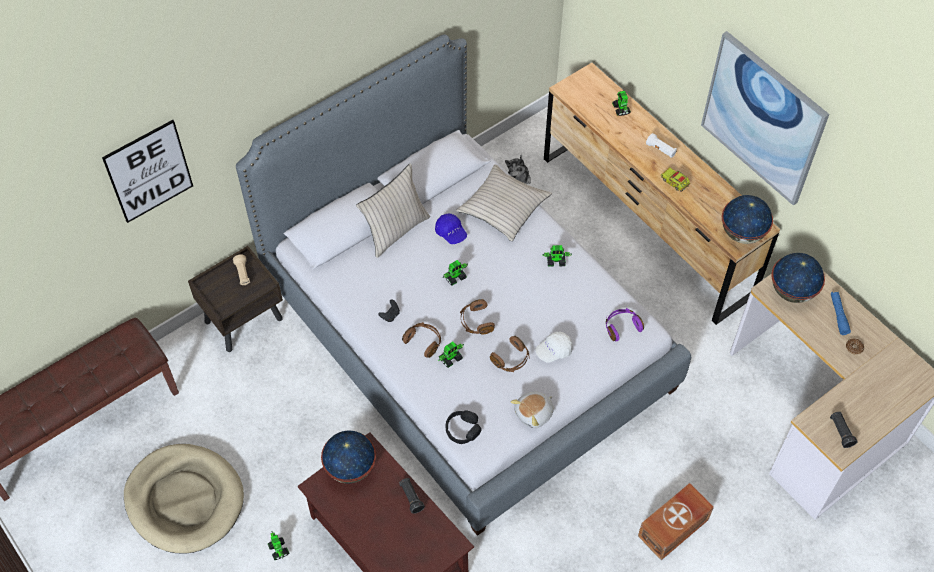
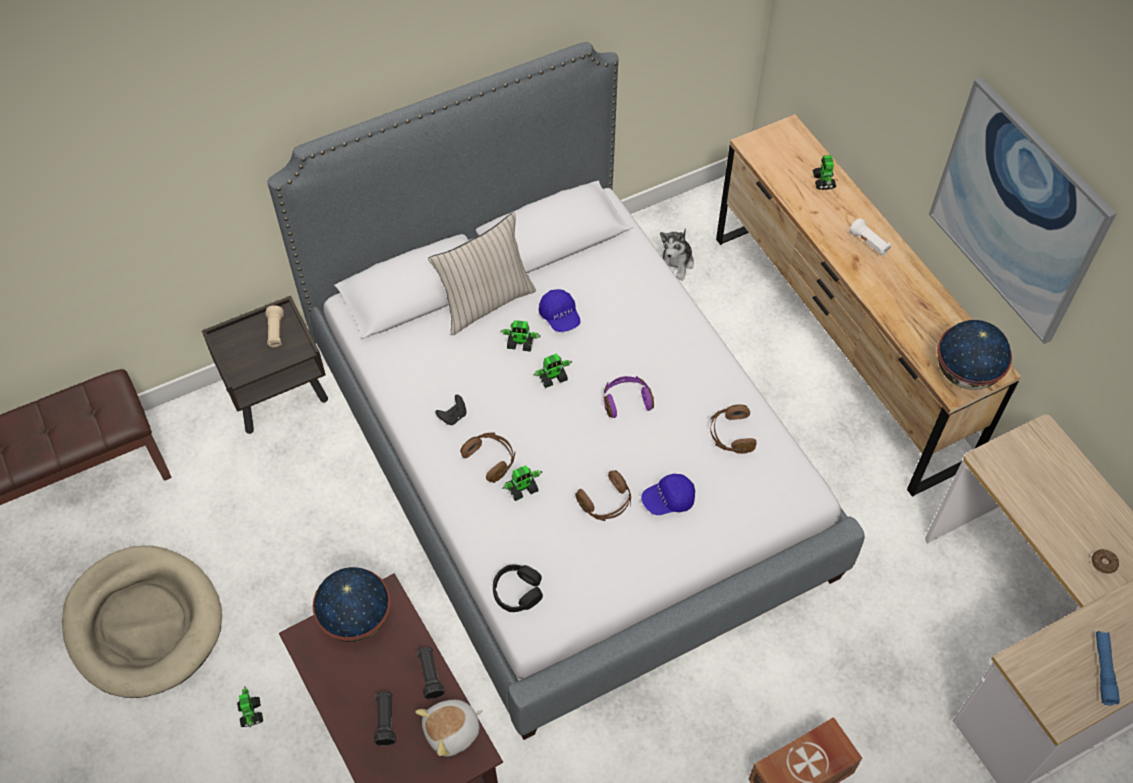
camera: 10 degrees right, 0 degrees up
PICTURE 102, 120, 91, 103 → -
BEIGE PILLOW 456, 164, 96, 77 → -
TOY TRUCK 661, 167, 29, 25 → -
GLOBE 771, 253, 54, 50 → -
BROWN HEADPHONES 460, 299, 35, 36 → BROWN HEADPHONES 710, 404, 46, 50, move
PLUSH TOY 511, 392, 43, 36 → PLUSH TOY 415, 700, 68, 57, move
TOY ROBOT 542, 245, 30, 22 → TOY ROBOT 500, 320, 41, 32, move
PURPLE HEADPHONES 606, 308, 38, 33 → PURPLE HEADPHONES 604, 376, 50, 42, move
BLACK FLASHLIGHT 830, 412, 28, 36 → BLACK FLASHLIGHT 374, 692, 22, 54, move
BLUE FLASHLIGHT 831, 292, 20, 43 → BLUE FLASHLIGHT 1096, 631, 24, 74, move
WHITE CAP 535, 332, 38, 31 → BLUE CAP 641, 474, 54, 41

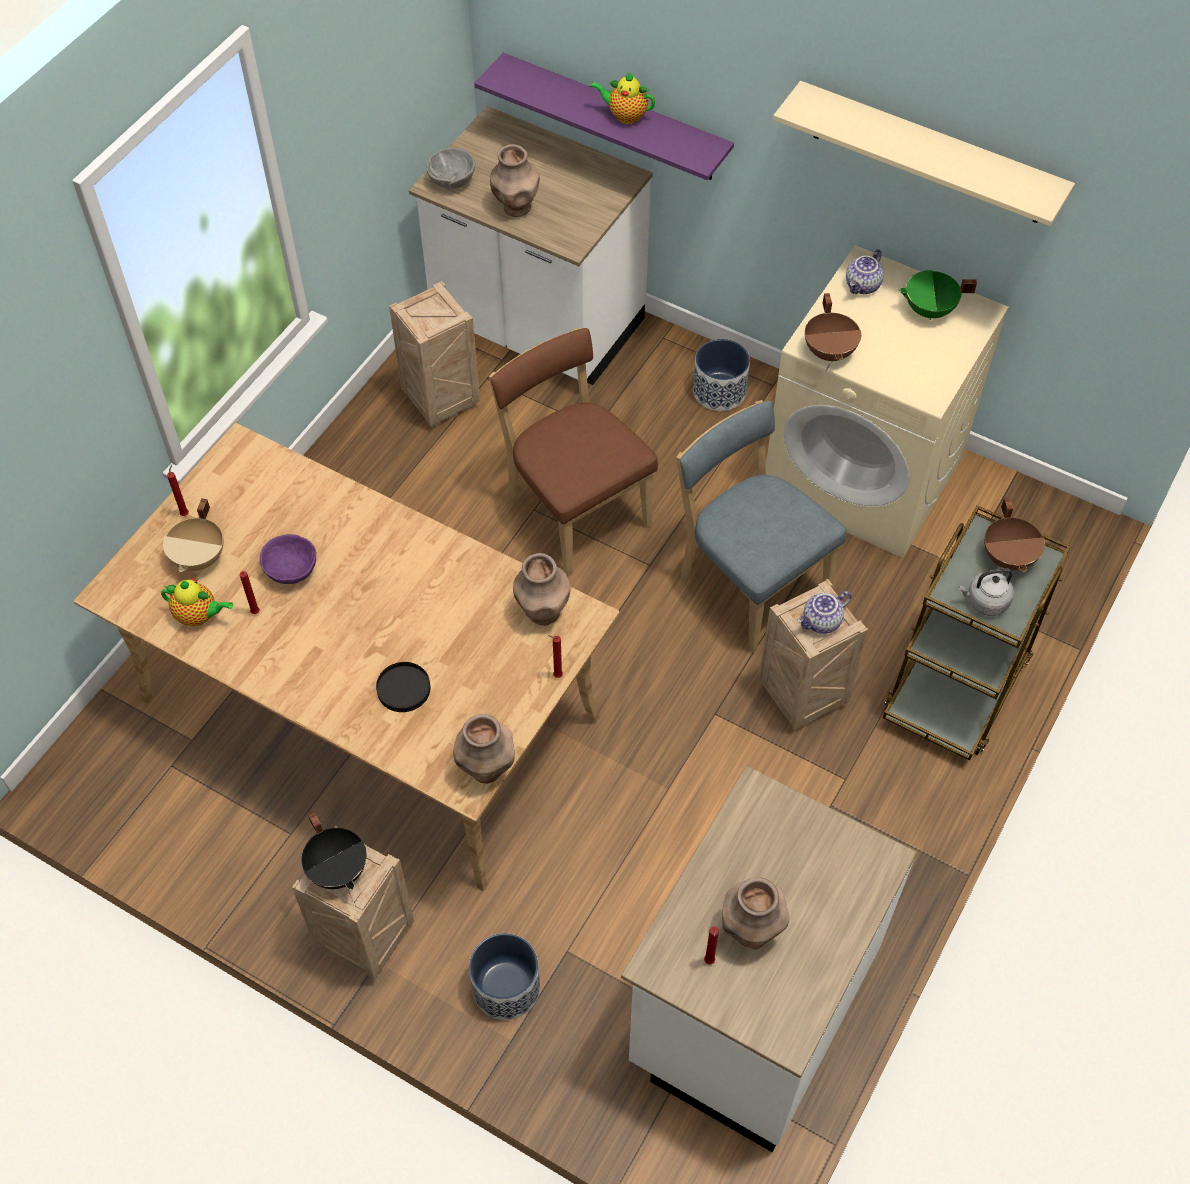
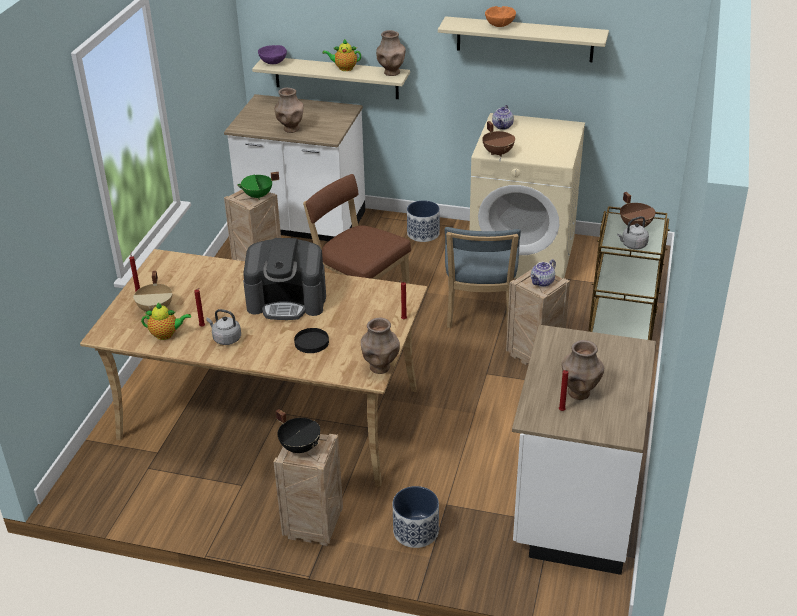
camera: 15 degrees left, 20 degrees down
GREY BOWL 427, 148, 48, 41 → -
- → GREY KETTLE 206, 309, 35, 36
- → COFFEE MACHINE 243, 238, 83, 82
- → ORANGE BOWL 485, 6, 31, 21
PURPLE BOWL 260, 534, 56, 50 → PURPLE BOWL 258, 45, 29, 19, move
BROWN VASE 513, 553, 58, 73 → BROWN VASE 376, 30, 30, 46, move
GREEN COOKING POT 899, 270, 78, 50 → GREEN COOKING POT 237, 172, 42, 28, move
PURPLE SHELF 474, 53, 260, 127 → BEIGE SHELF 252, 58, 158, 41
BLUE CHAIR 676, 400, 170, 253 → BLUE CHAIR 445, 227, 76, 101, 120 degrees counterclockwise

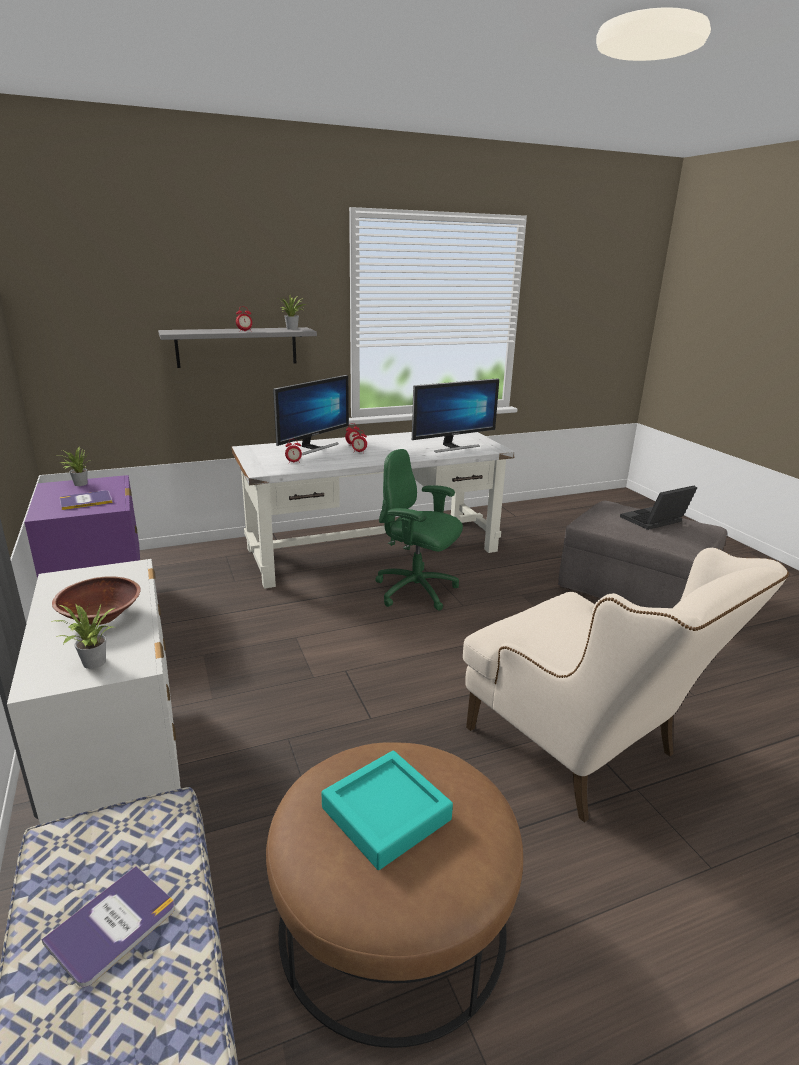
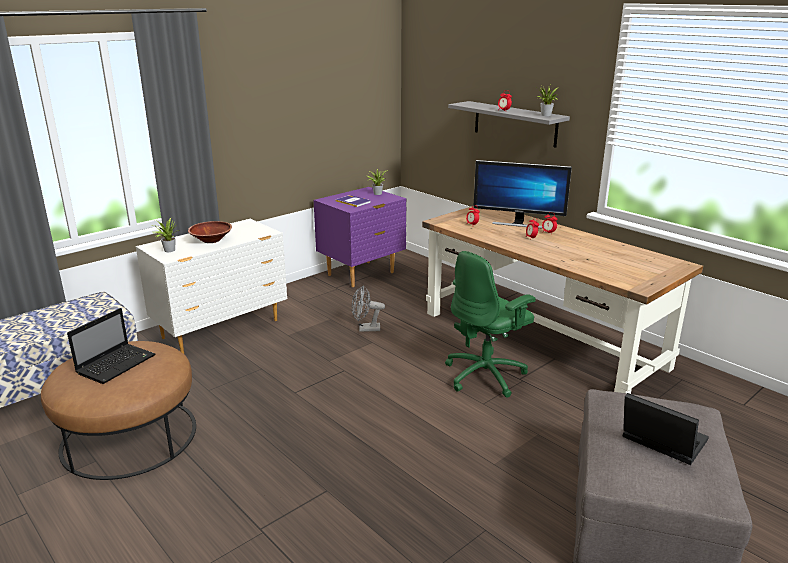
camera: 70 degrees right, 0 degrees up
BOOK 41, 866, 134, 121 → -
MONITOR 412, 378, 87, 75 → -
BEIGE ARMCHAIR 463, 547, 326, 276 → -
- → GREY FAN 352, 285, 33, 47
TURQUOISE TRAY 321, 750, 132, 120 → LAPTOP 67, 308, 88, 76
WHITE DESK 232, 432, 283, 157 → BROWN DESK 422, 206, 281, 188
GREEN OFFICE CHAIR 375, 449, 88, 162 → GREEN OFFICE CHAIR 445, 251, 91, 147, 135 degrees counterclockwise

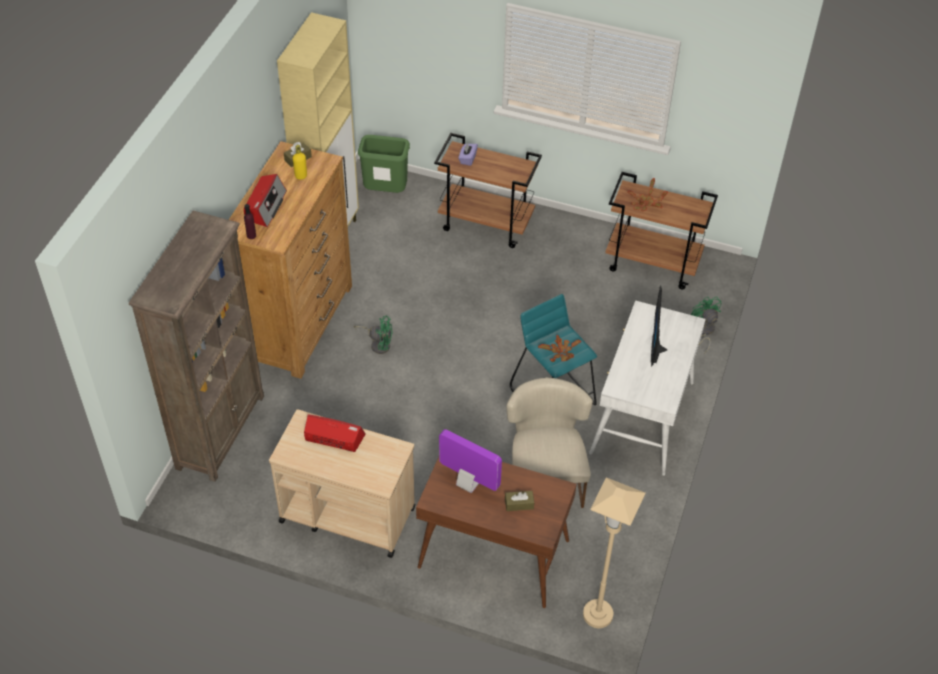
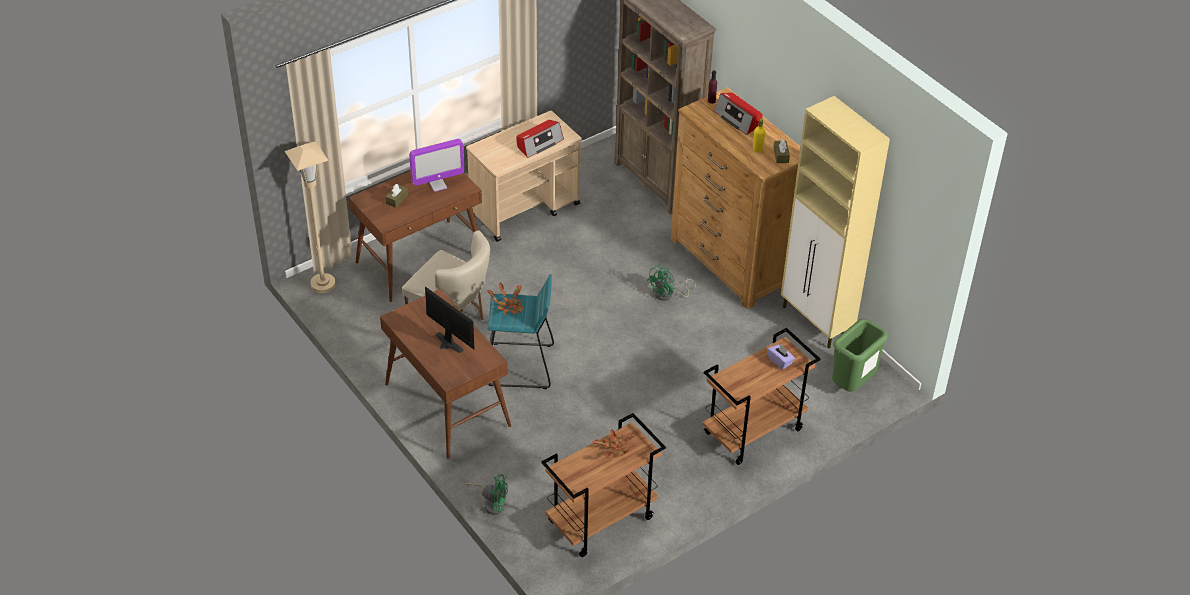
camera: 125 degrees right, 5 degrees down
WHITE DESK 589, 300, 117, 176 → BROWN DESK 380, 289, 131, 170

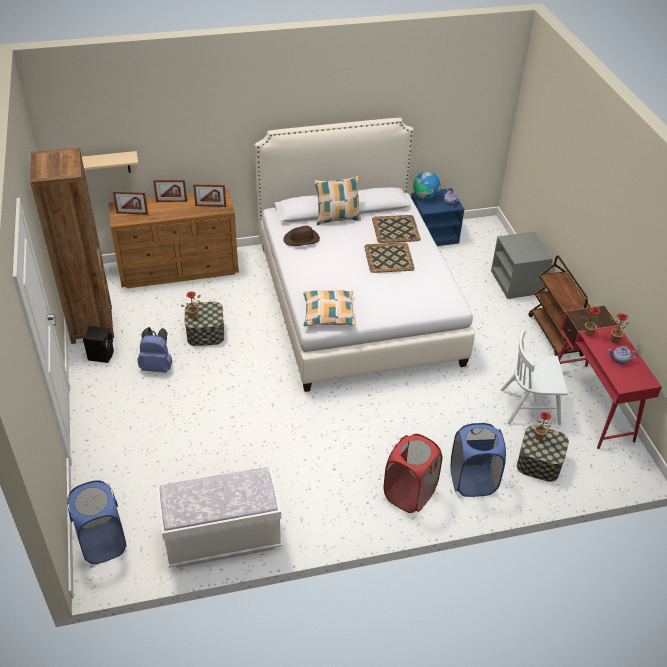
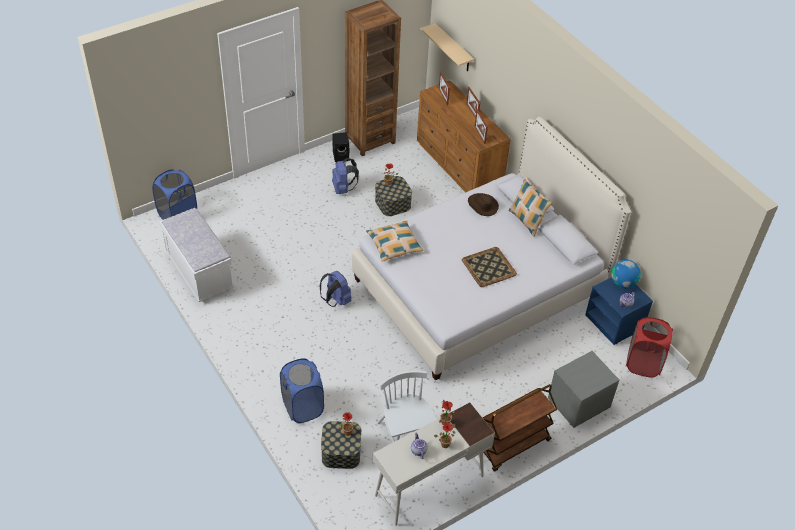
camera: 70 degrees right, 5 degrees up
TRAY 372, 215, 48, 28 → -
- → BLUE BACKPACK 319, 271, 33, 36
RED LAUNDRY BASKET 383, 434, 59, 79 → RED LAUNDRY BASKET 626, 317, 47, 61, move
RED DESK 558, 305, 104, 144 → WHITE DESK 373, 402, 122, 124

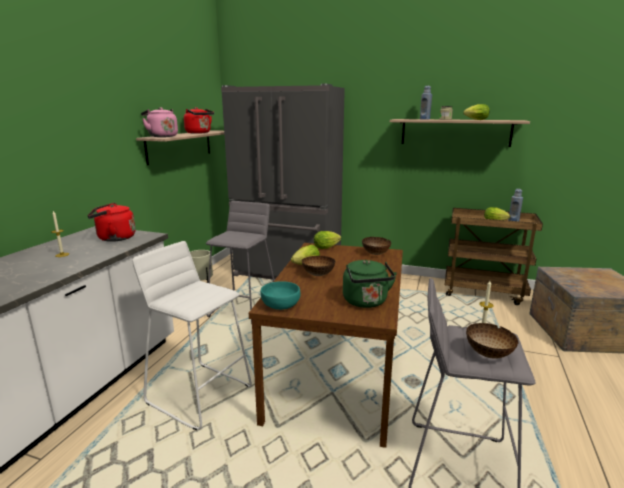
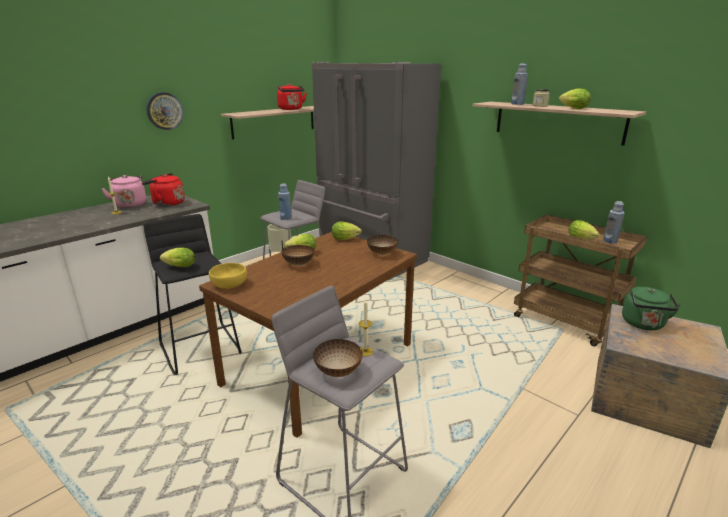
camera: 25 degrees right, 5 degrees up
- → WALL CLOCK 146, 92, 37, 38
- → LETTUCE 160, 248, 35, 19
- → BLUE BOTTLE 278, 184, 14, 36
PINK KETTLE 141, 107, 37, 30 → PINK KETTLE 101, 175, 45, 33, move
GREEN KETTLE 343, 260, 54, 48 → GREEN KETTLE 622, 287, 59, 43, move
WHITE STOOL 133, 241, 119, 189 → BLACK STOOL 143, 214, 99, 161
TURQUOISE BOWL 261, 281, 40, 29 → YELLOW BOWL 209, 263, 38, 26

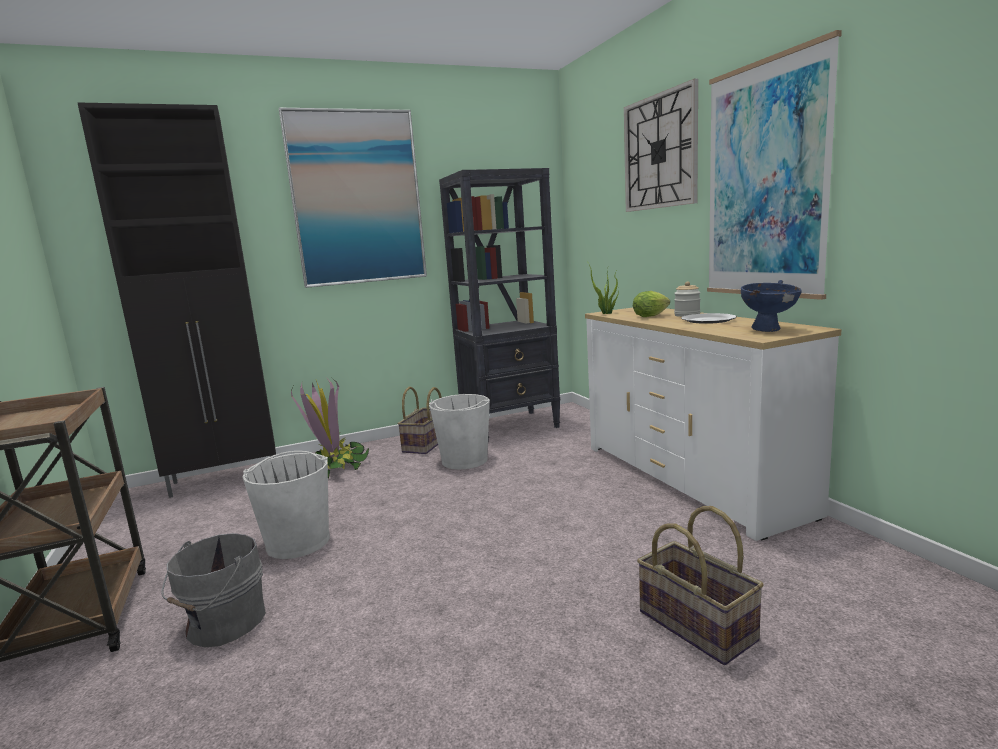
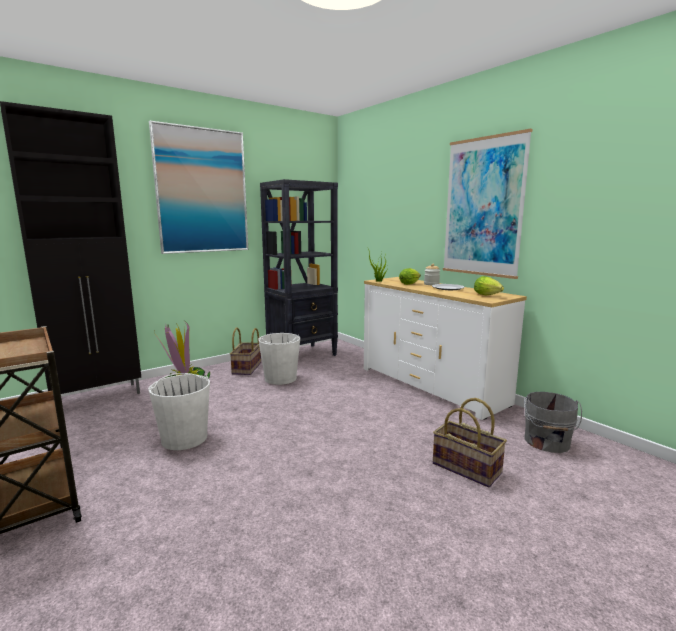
camera: 15 degrees left, 0 degrees up
WALL CLOCK 624, 79, 74, 133 → -
GREY BUCKET 161, 533, 105, 114 → GREY BUCKET 524, 392, 58, 61, move
BLUE BOWL 741, 280, 61, 52 → LETTUCE 474, 276, 30, 19

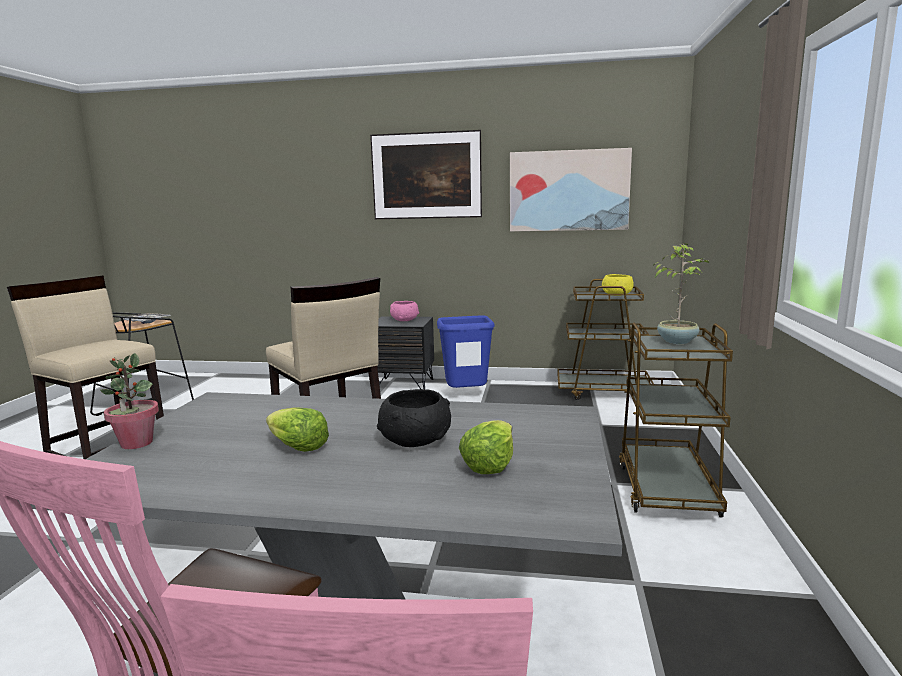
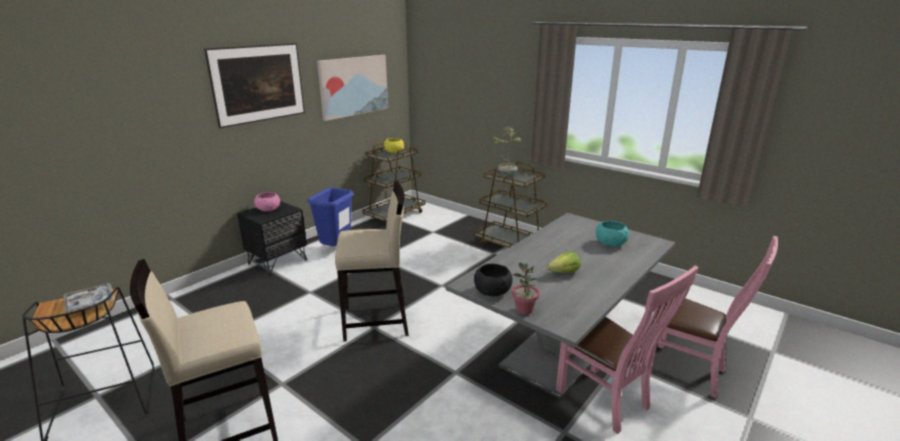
camera: 60 degrees left, 10 degrees up
BLACK BOWL 377, 389, 74, 58 → BLACK BOWL 474, 264, 38, 33, move
LETTUCE 459, 420, 54, 54 → TURQUOISE BOWL 596, 221, 33, 26

